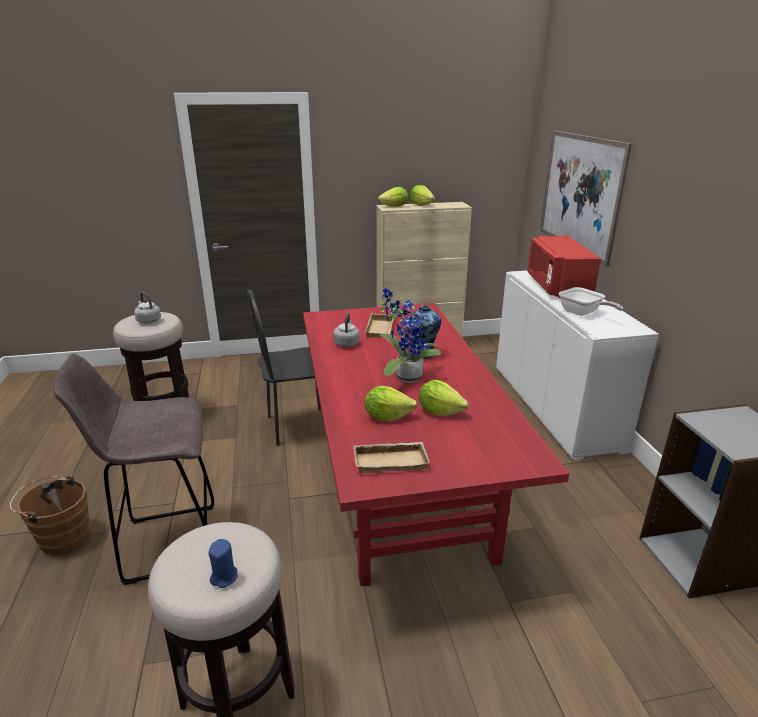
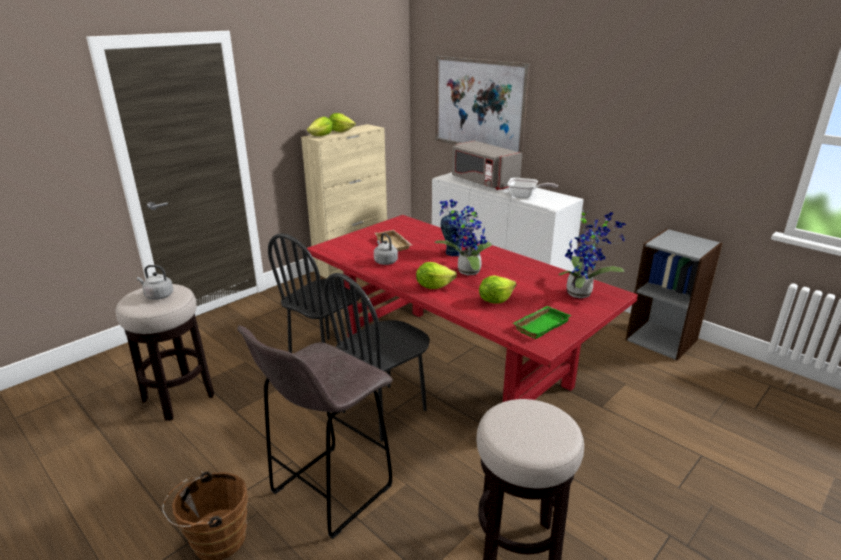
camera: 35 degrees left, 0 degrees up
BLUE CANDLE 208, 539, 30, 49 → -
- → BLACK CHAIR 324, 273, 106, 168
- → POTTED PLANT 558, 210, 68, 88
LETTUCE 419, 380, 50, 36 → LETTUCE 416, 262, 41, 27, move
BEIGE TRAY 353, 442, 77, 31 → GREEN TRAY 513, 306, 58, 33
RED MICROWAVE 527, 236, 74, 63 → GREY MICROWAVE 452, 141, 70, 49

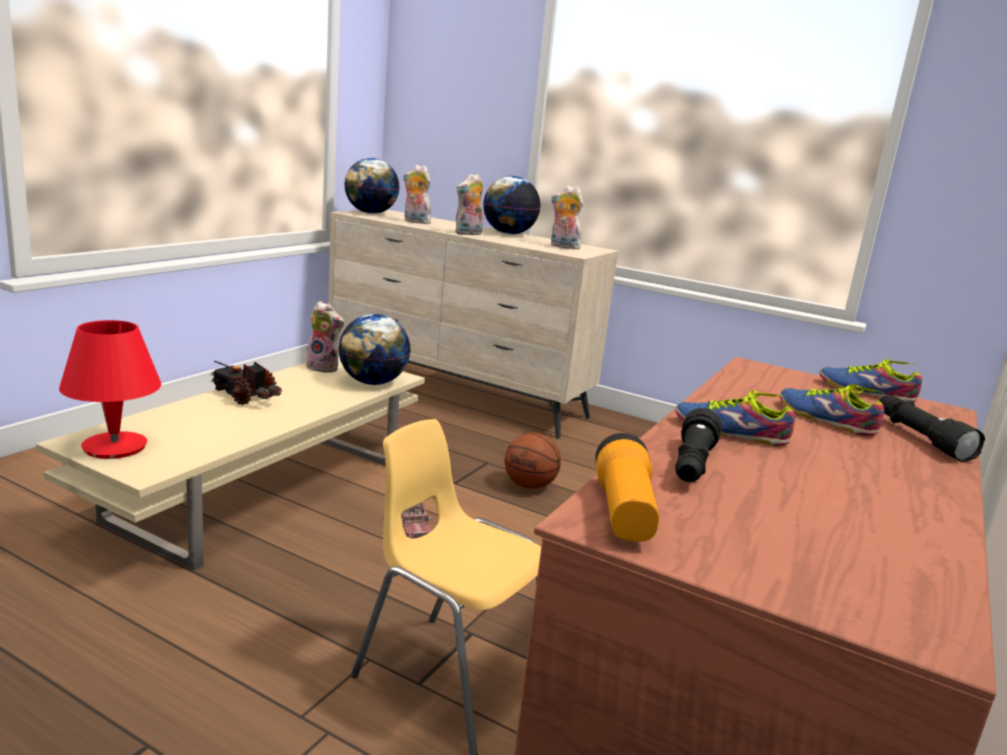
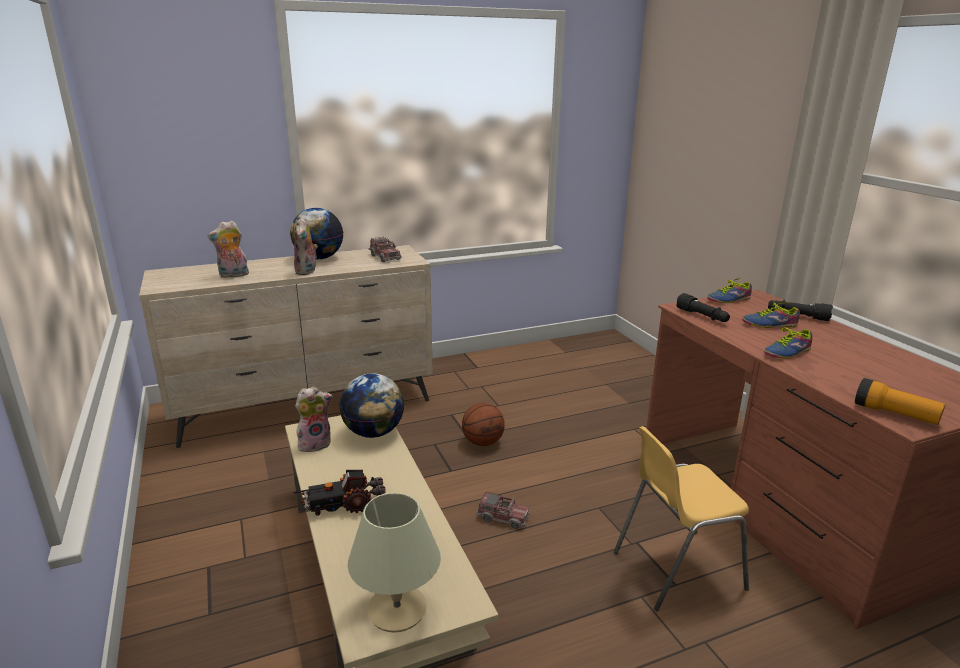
camera: 50 degrees left, 5 degrees up
GLOBE 344, 158, 56, 56 → -
BLACK FLASHLIGHT 675, 408, 47, 74 → BLACK FLASHLIGHT 676, 293, 54, 29, move
PLUSH TOY 551, 185, 32, 64 → TOY TRUCK 369, 237, 32, 25
RED TABLE LAMP 59, 320, 102, 139 → BEIGE TABLE LAMP 348, 493, 93, 140

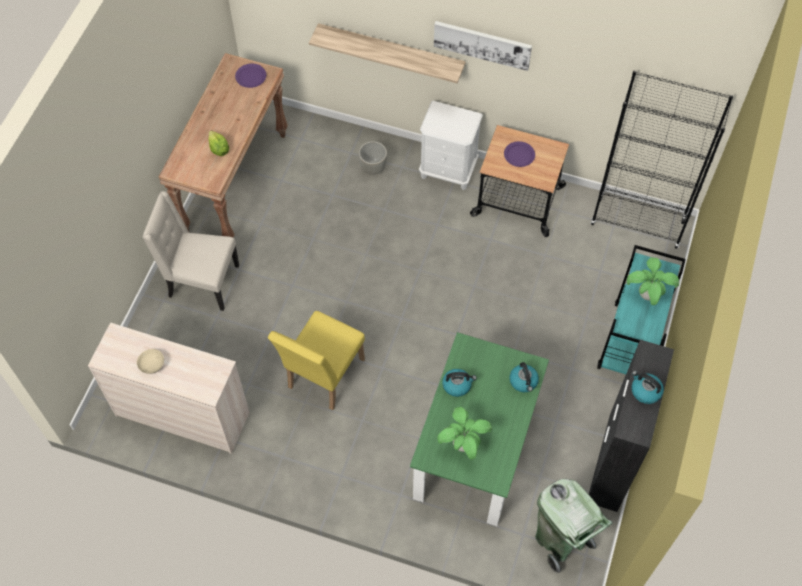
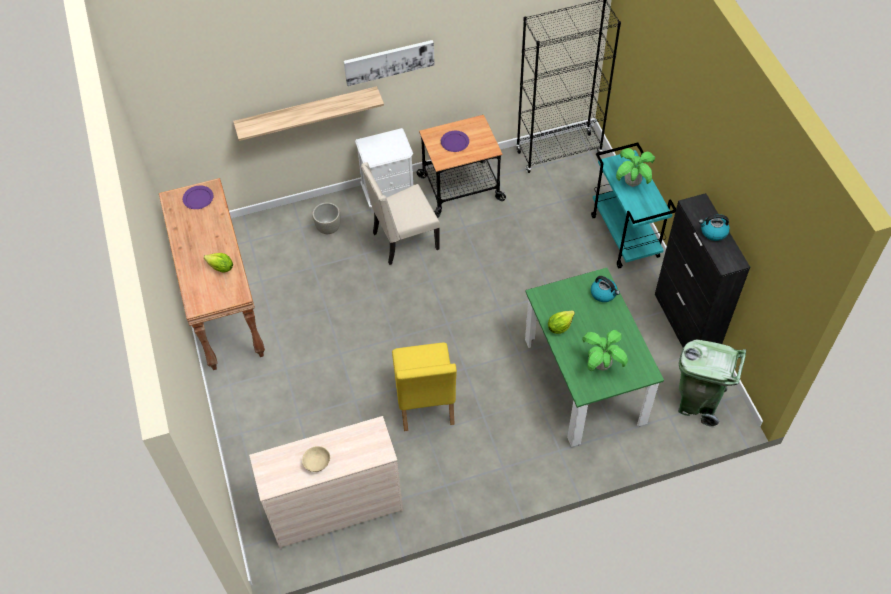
camera: 35 degrees left, 5 degrees down
BEIGE CHAIR 143, 191, 96, 120 → BEIGE CHAIR 361, 162, 79, 103, move
KETTLE 442, 369, 35, 28 → LETTUCE 548, 310, 27, 24

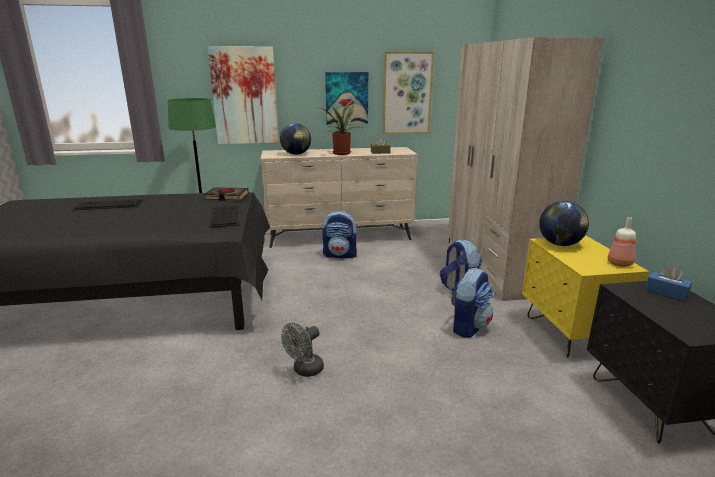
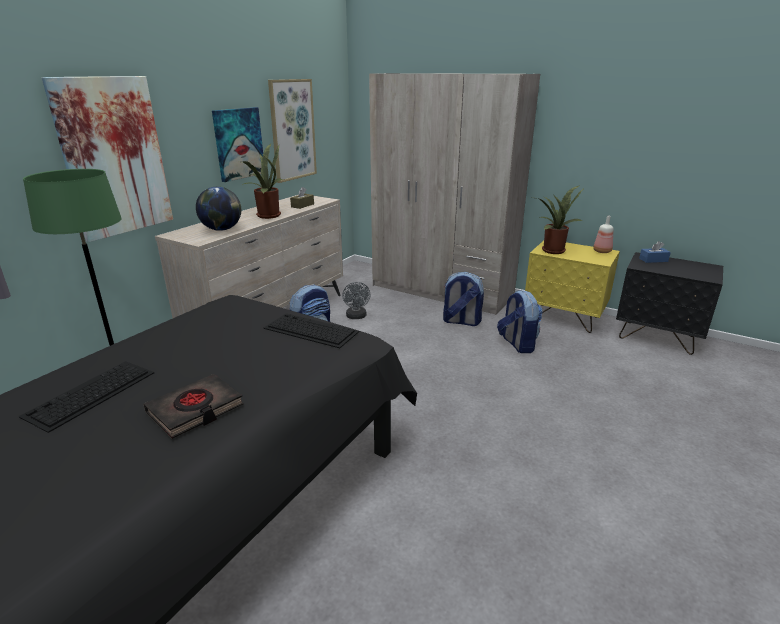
camera: 50 degrees left, 5 degrees up
BLACK BOOK 204, 187, 45, 14 → BLACK BOOK 144, 374, 100, 65, move
GREY FAN 281, 323, 43, 54 → GREY FAN 342, 282, 29, 37, move
GLOBE 539, 201, 50, 45 → POTTED PLANT 537, 185, 48, 69

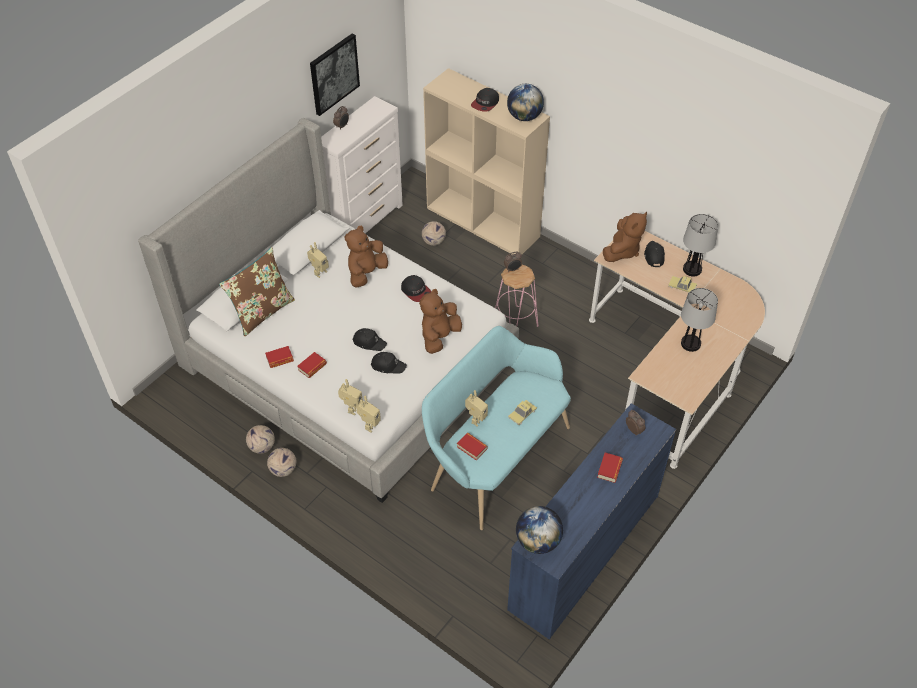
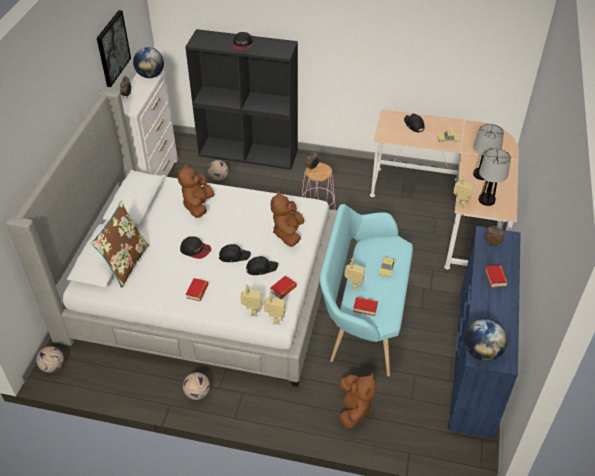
camera: 25 degrees left, 5 degrees down
FOOTBALL 246, 425, 29, 29 → FOOTBALL 36, 346, 28, 27, move
BOOK 265, 346, 29, 22 → BOOK 270, 276, 27, 23, move
TOY ROBOT 307, 242, 22, 36 → TOY ROBOT 454, 175, 20, 33, move
CAP 401, 275, 30, 27 → CAP 180, 236, 31, 23, move
GLOBE 507, 84, 37, 37 → GLOBE 133, 47, 31, 31, move
BROWN PLUSH TOY 603, 212, 44, 50 → BROWN PLUSH TOY 338, 372, 38, 57, move
TABLE LAMP 683, 214, 35, 62 → TABLE LAMP 479, 148, 32, 58, move
BEIGE BOOKCASE 423, 68, 127, 186 → BLACK BOOKCASE 185, 29, 113, 141

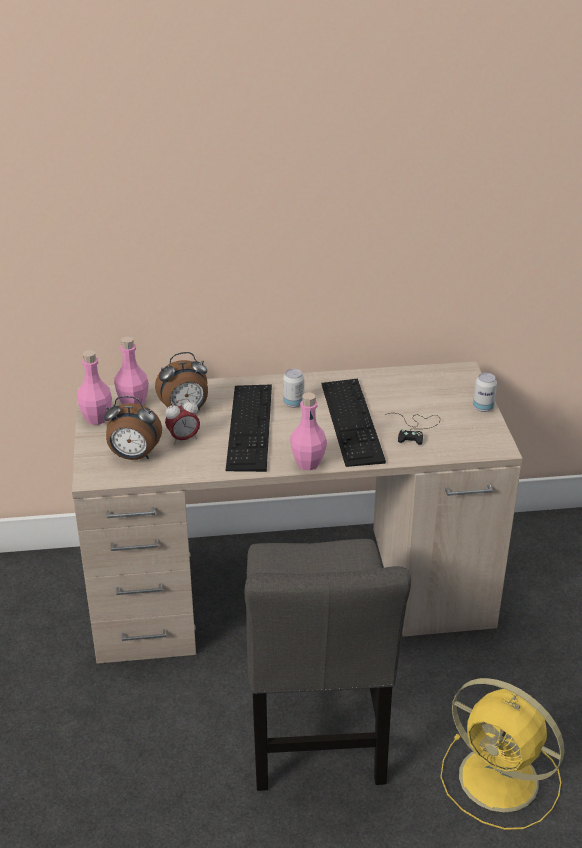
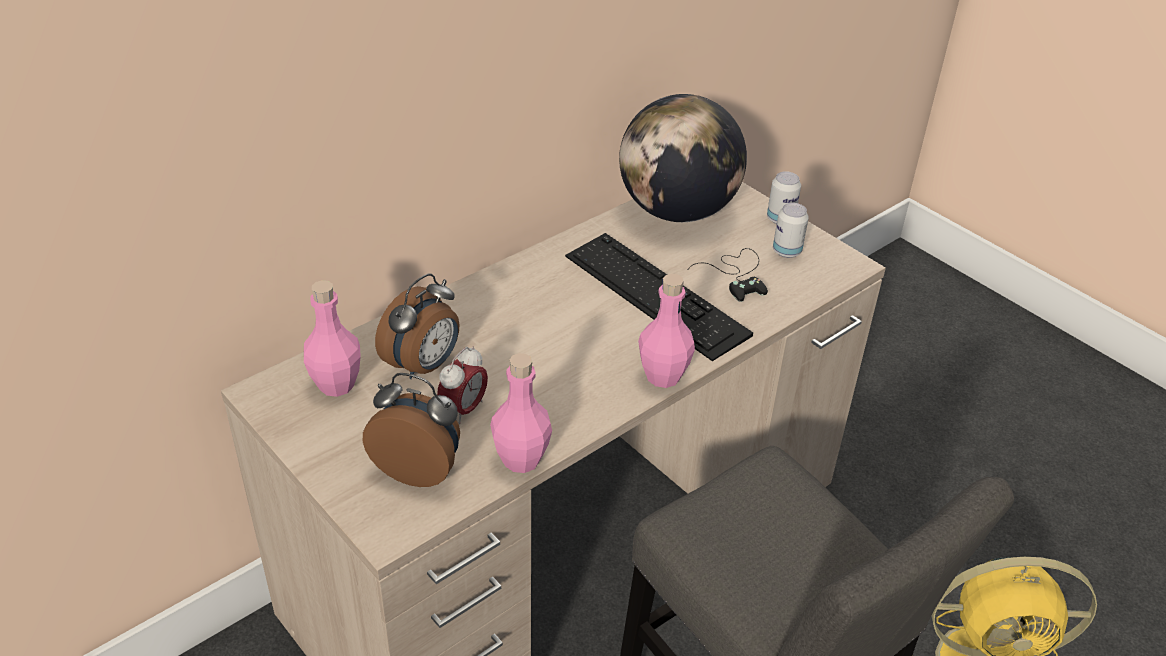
camera: 35 degrees left, 5 degrees up
KEYBOARD 226, 384, 46, 88 → -
- → GLOBE 619, 94, 128, 128
PINK BOTTLE 77, 350, 35, 75 → PINK BOTTLE 490, 353, 62, 120, move
CAN 283, 369, 21, 39 → CAN 773, 203, 36, 55, move
ALARM CLOCK 104, 396, 58, 64 → ALARM CLOCK 363, 373, 97, 114, 135 degrees counterclockwise

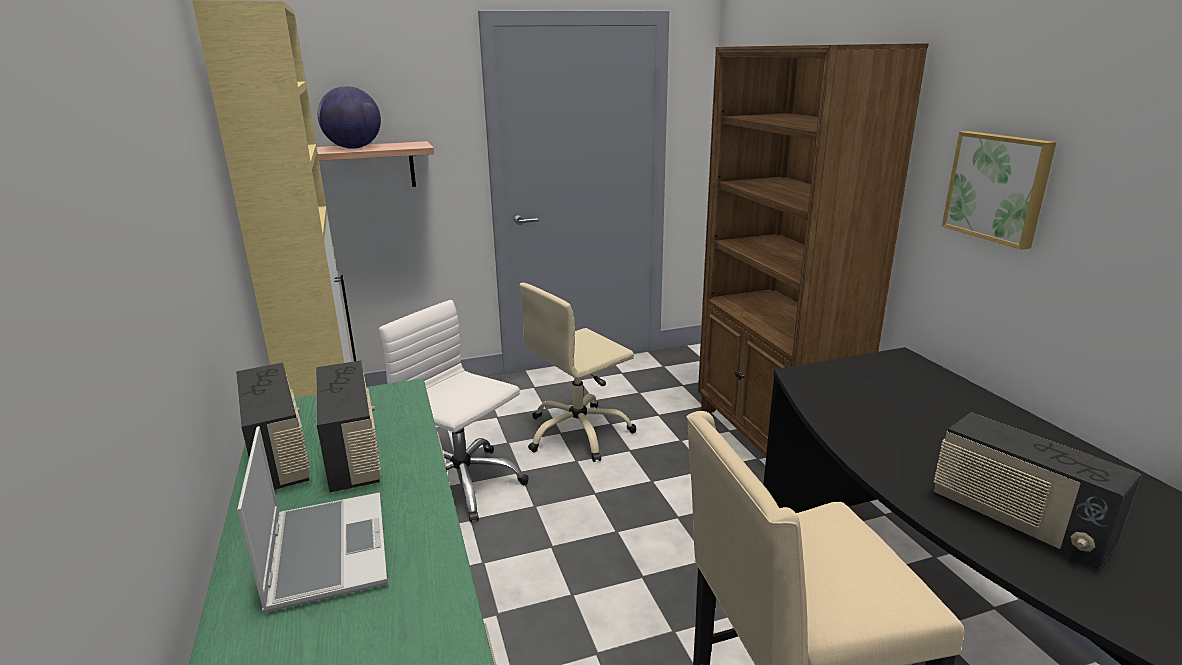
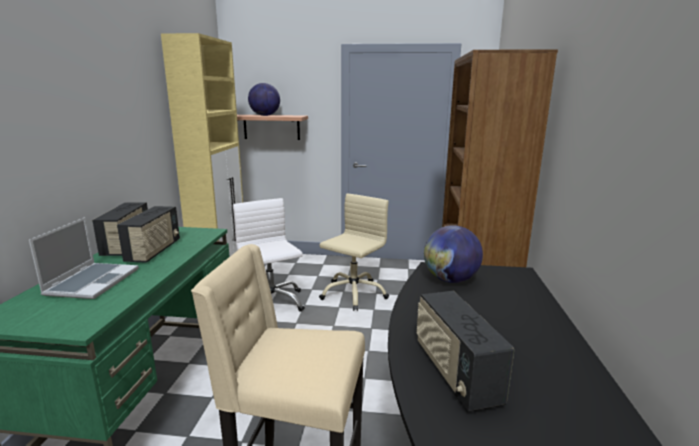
camera: 25 degrees right, 5 degrees down
PICTURE 942, 131, 114, 119 → -
- → GLOBE 424, 225, 59, 58
BEIGE OFFICE CHAIR 520, 283, 116, 179 → BEIGE OFFICE CHAIR 319, 194, 70, 117, 135 degrees clockwise

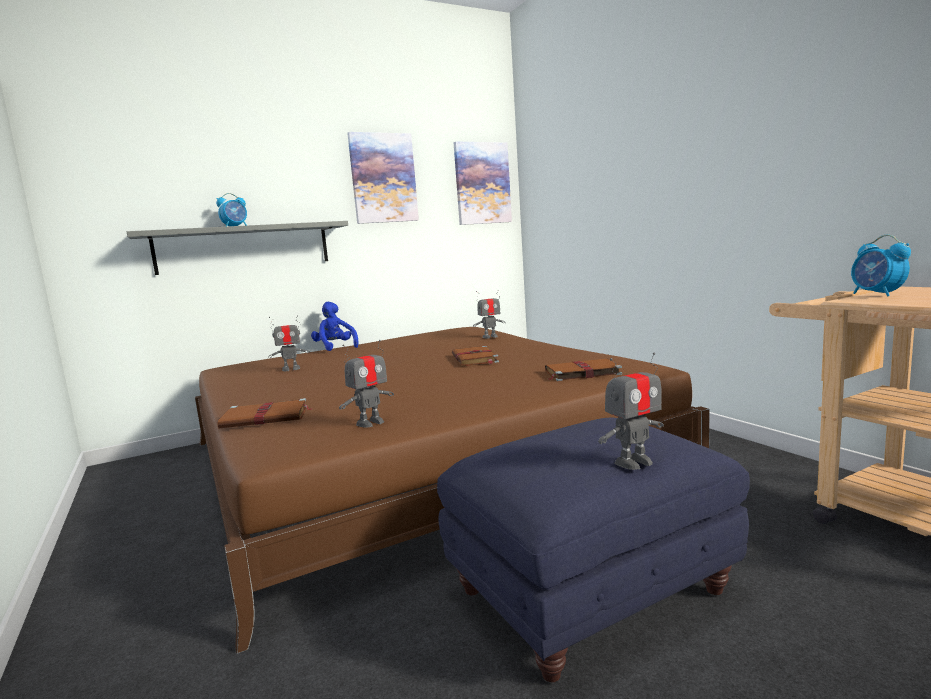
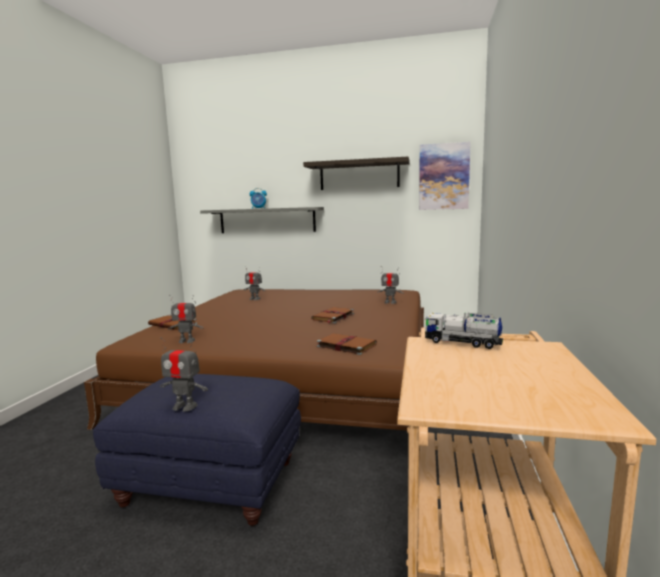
camera: 40 degrees right, 0 degrees up
BLUE PLUSH TOY 311, 301, 48, 50 → -
PICTURE 347, 132, 72, 92 → SHELF 303, 157, 107, 33
ALARM CLOCK 851, 234, 60, 62 → TOY TRUCK 425, 313, 78, 36

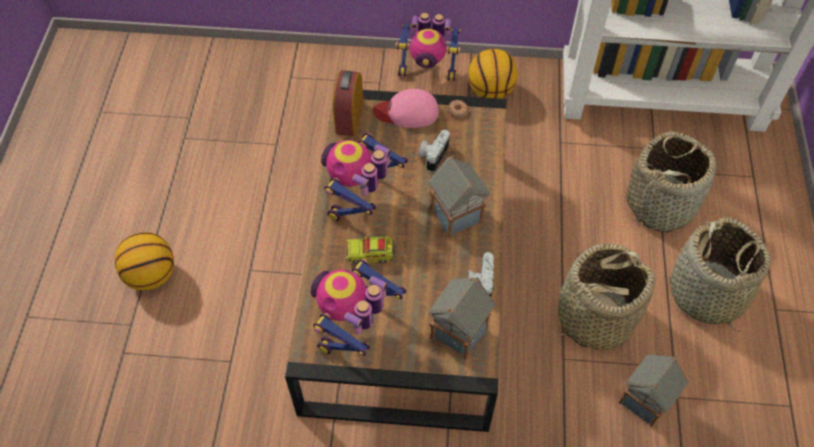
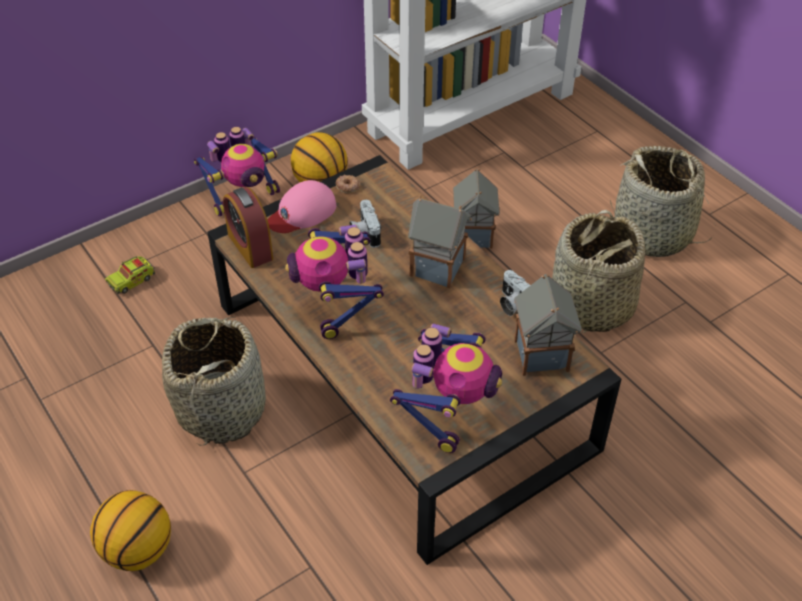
camera: 40 degrees left, 10 degrees down
TOY TRUCK 346, 236, 49, 28 → TOY TRUCK 105, 256, 50, 38, move
TOY HOUSE 618, 354, 70, 73 → TOY HOUSE 453, 168, 47, 81, move
BASKET 627, 131, 89, 101 → BASKET 162, 317, 104, 129, move
TOY ROBOT 311, 259, 96, 97 → TOY ROBOT 390, 323, 112, 130, 150 degrees counterclockwise

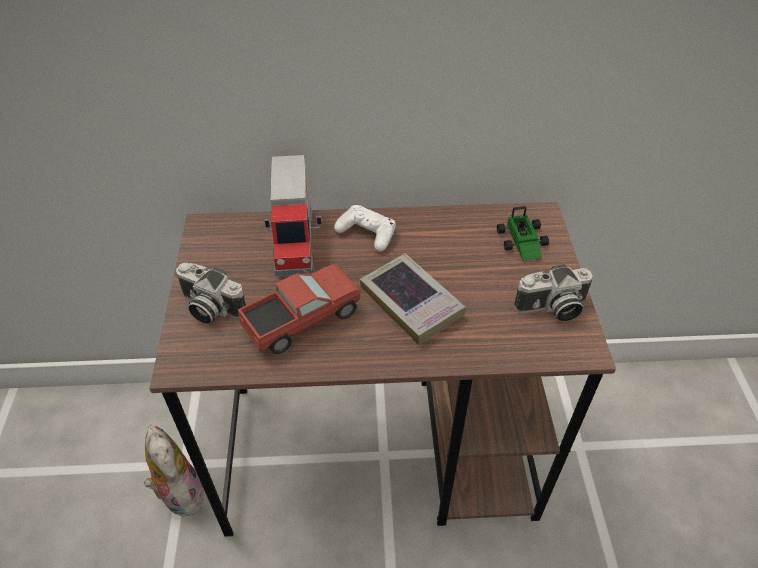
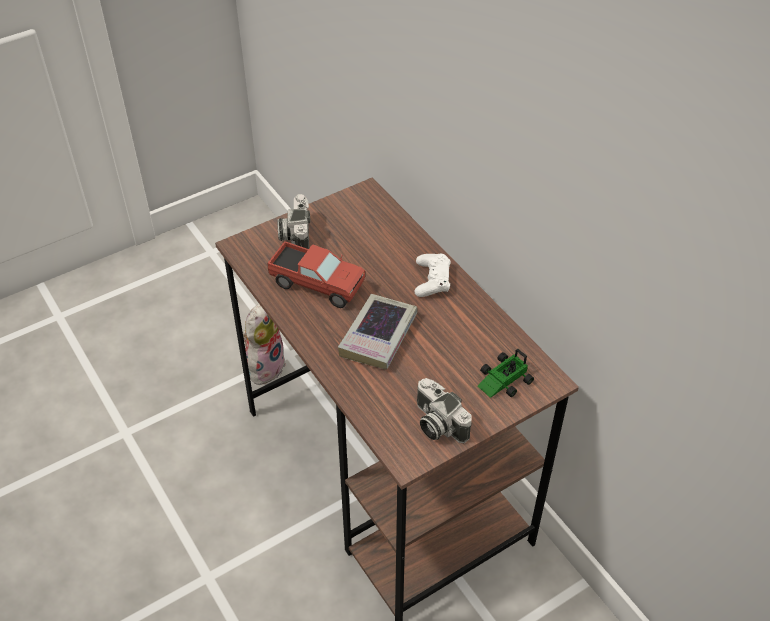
camera: 60 degrees right, 0 degrees up
TOY TRUCK 264, 155, 58, 121 → -

